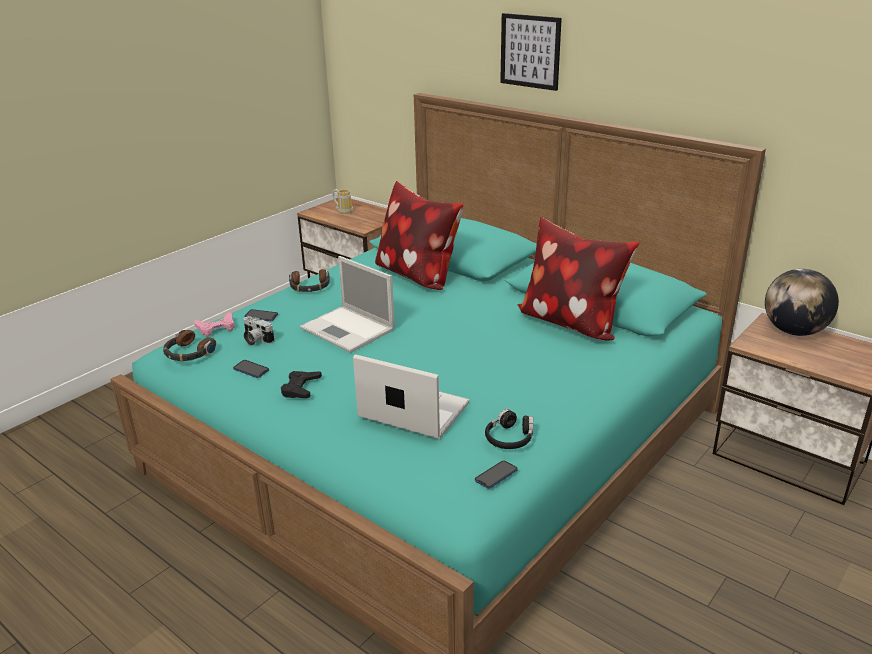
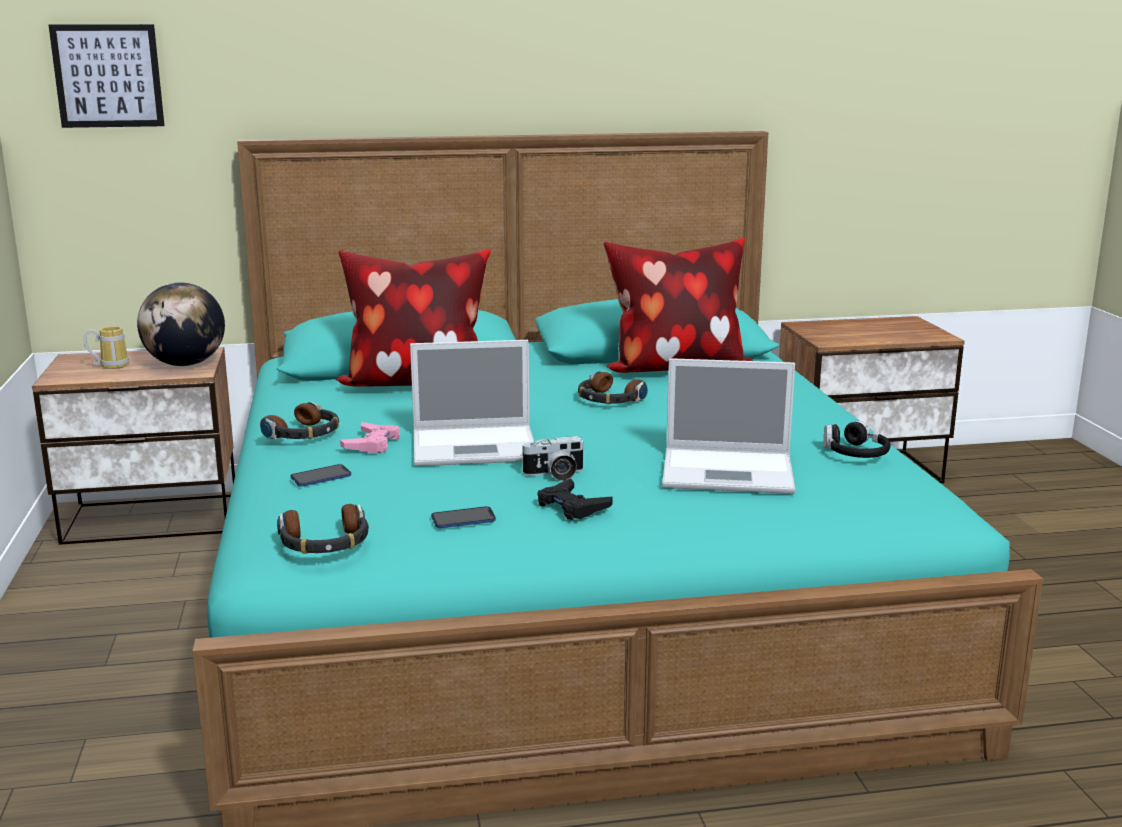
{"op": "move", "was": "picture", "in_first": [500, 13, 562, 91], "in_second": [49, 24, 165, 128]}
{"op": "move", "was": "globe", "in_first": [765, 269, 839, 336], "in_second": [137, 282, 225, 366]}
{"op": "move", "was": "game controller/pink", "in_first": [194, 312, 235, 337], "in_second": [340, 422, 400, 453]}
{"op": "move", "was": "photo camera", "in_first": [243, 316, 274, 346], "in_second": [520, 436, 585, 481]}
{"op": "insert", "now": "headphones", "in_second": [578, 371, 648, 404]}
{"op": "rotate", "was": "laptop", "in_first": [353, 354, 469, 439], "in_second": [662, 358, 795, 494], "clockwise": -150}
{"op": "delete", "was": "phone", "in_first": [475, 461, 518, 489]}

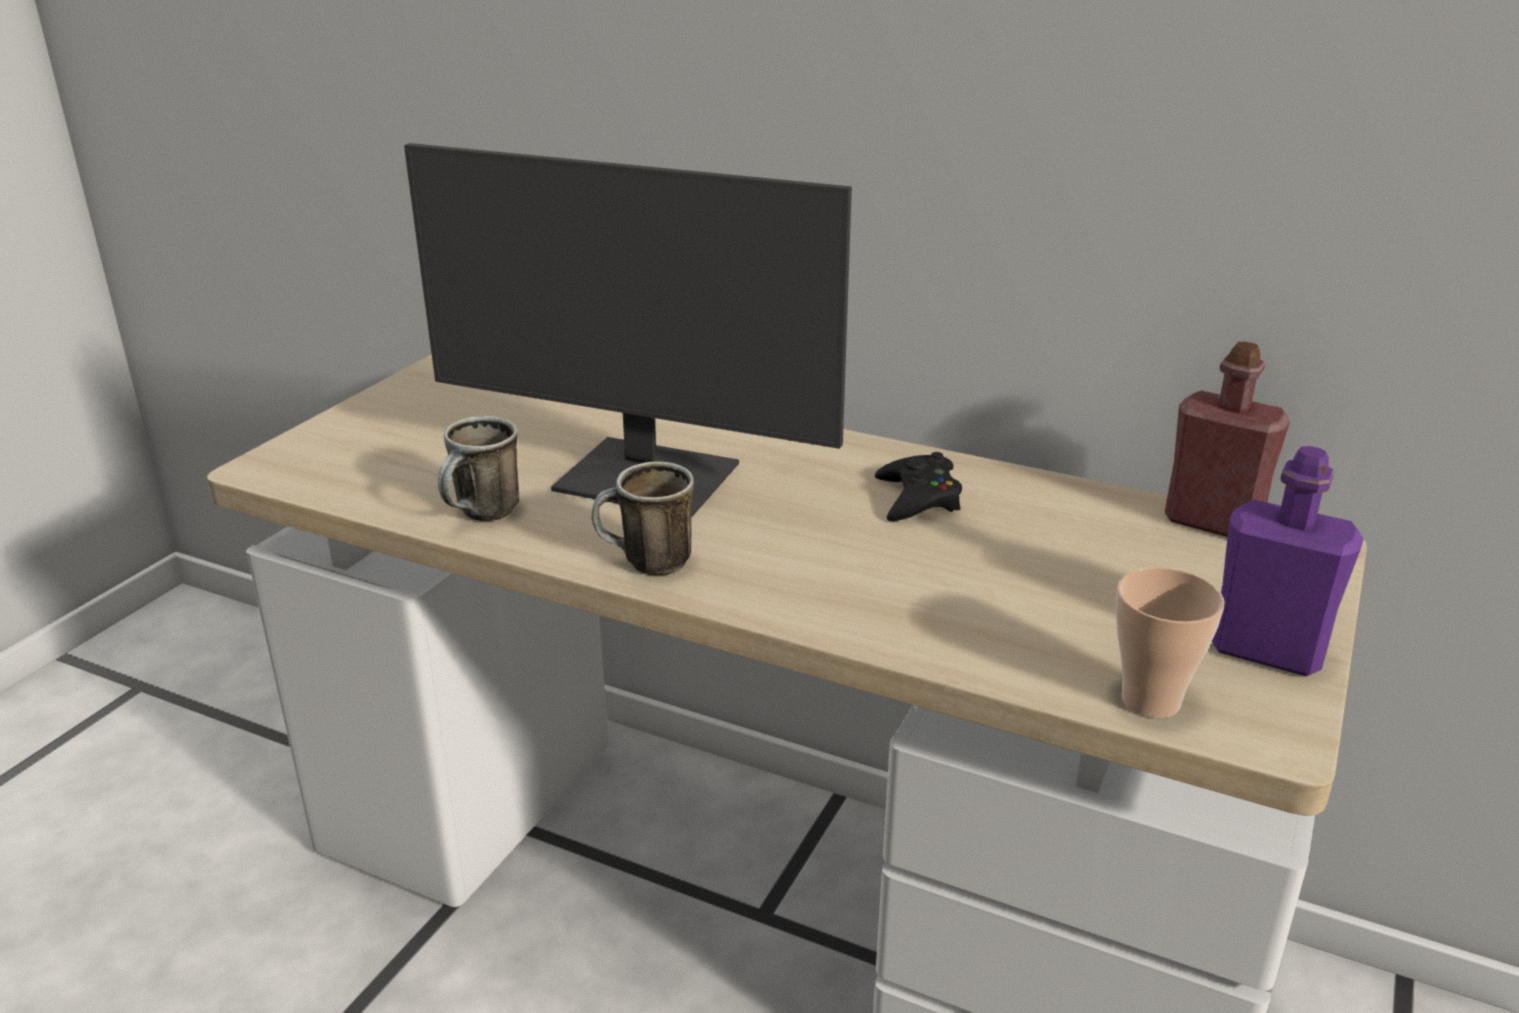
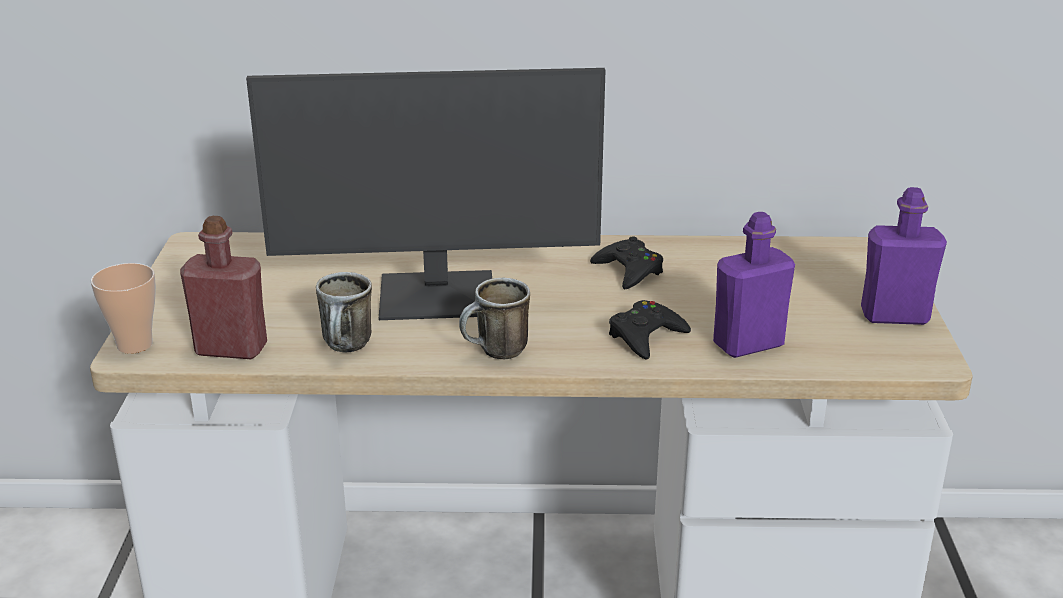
{"op": "move", "was": "cup", "in_first": [1116, 567, 1225, 718], "in_second": [91, 263, 156, 354]}
{"op": "move", "was": "bottle/red", "in_first": [1165, 342, 1290, 537], "in_second": [180, 216, 267, 359]}
{"op": "insert", "now": "game controller/black", "in_second": [609, 300, 691, 360]}
{"op": "insert", "now": "bottle/purple", "in_second": [713, 212, 795, 358]}

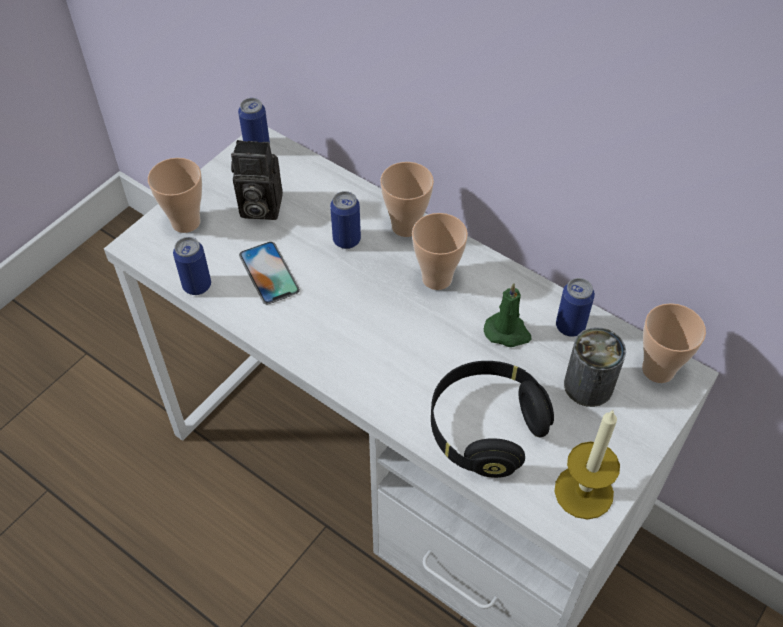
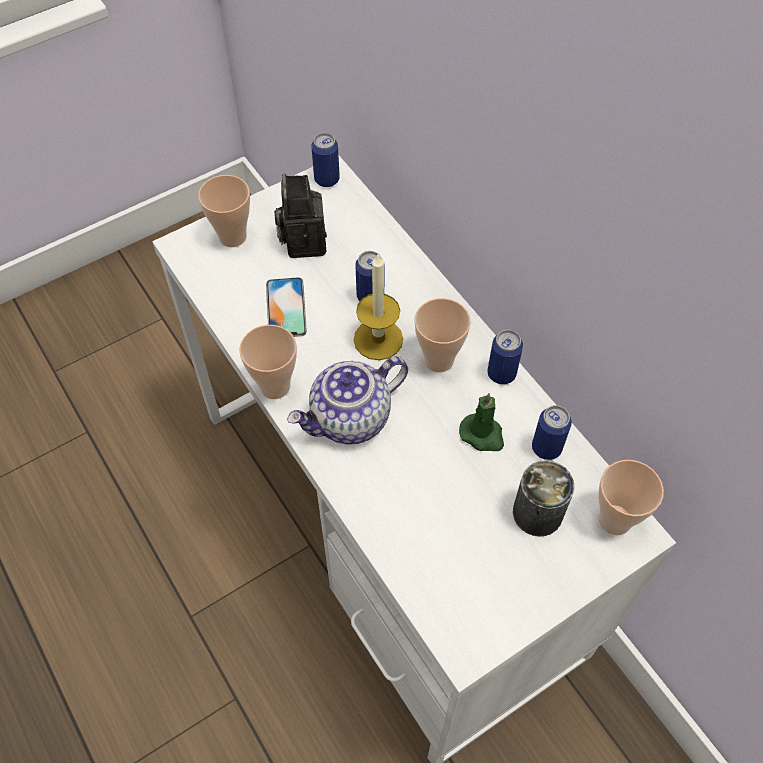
{"op": "move", "was": "cup", "in_first": [380, 162, 434, 237], "in_second": [239, 325, 297, 399]}
{"op": "rotate", "was": "photo camera", "in_first": [231, 140, 283, 220], "in_second": [274, 173, 327, 258], "clockwise": 60}
{"op": "insert", "now": "teapot", "in_second": [287, 357, 408, 444]}
{"op": "move", "was": "candle", "in_first": [555, 410, 620, 520], "in_second": [354, 253, 403, 360]}
{"op": "move", "was": "can", "in_first": [173, 237, 211, 295], "in_second": [488, 330, 523, 384]}
{"op": "delete", "was": "headphones/black", "in_first": [431, 361, 554, 478]}

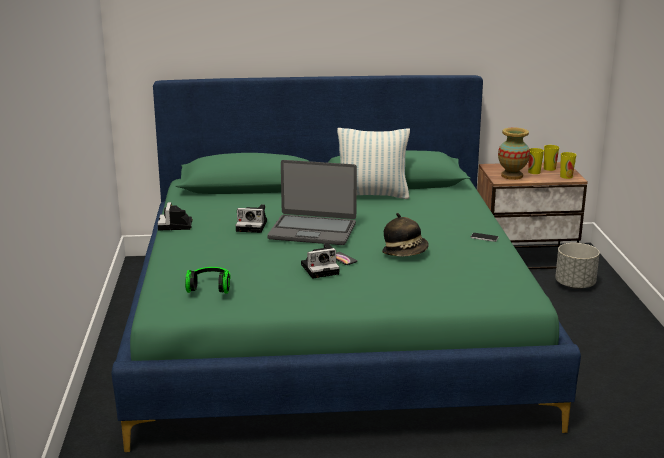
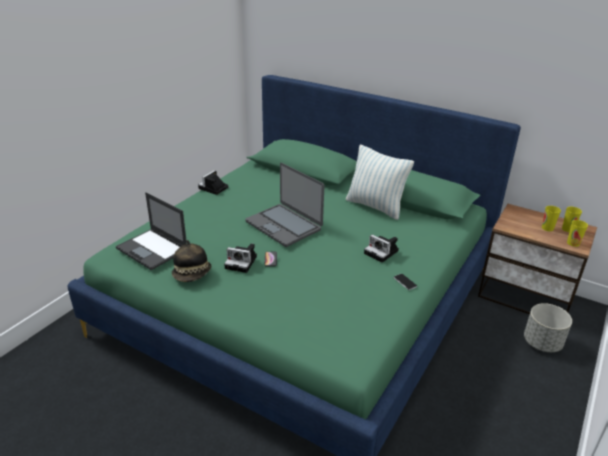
{"op": "replace", "was": "headphones", "now": "laptop", "in_first": [185, 267, 230, 294], "in_second": [116, 192, 187, 270]}
{"op": "move", "was": "hat", "in_first": [382, 213, 429, 257], "in_second": [172, 240, 211, 282]}
{"op": "move", "was": "photo camera", "in_first": [235, 204, 267, 233], "in_second": [364, 235, 399, 263]}
{"op": "delete", "was": "vase", "in_first": [498, 128, 530, 180]}

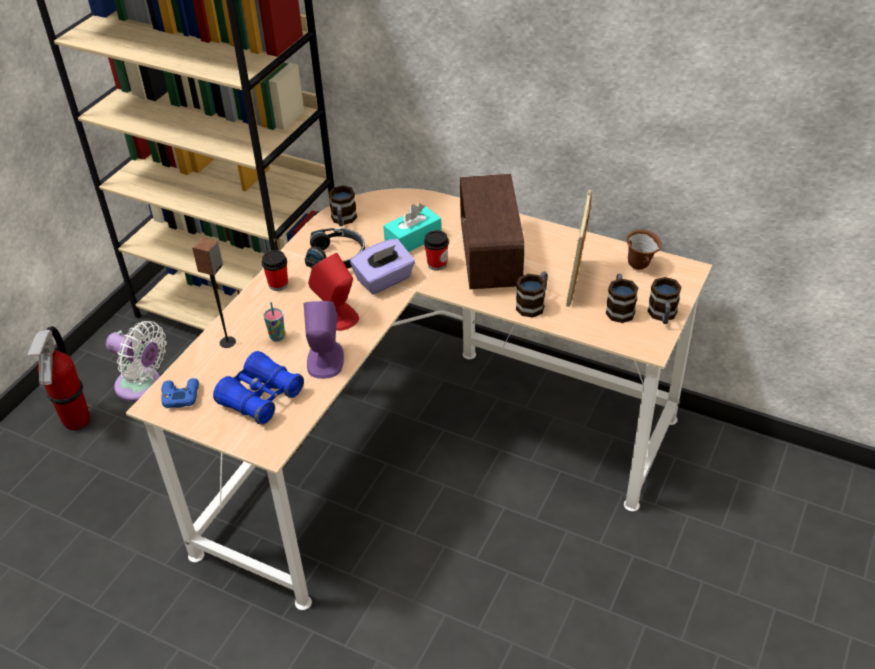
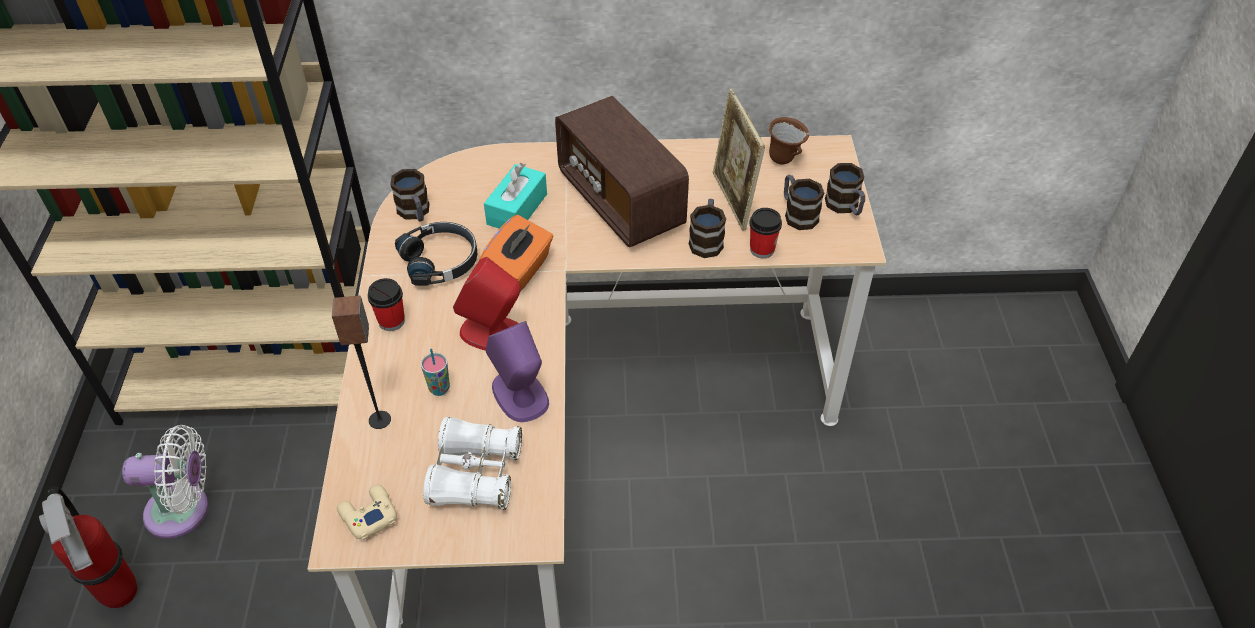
{"op": "recolor", "was": "game controller/blue", "now": "game controller/beige", "in_first": [161, 378, 199, 408], "in_second": [337, 484, 397, 540]}
{"op": "recolor", "was": "binoculars/blue", "now": "binoculars/white", "in_first": [213, 351, 304, 425], "in_second": [423, 417, 522, 510]}
{"op": "recolor", "was": "tissue box/purple", "now": "tissue box/orange", "in_first": [350, 239, 415, 294], "in_second": [479, 215, 554, 292]}
{"op": "move", "was": "cup", "in_first": [424, 230, 449, 271], "in_second": [749, 208, 782, 258]}

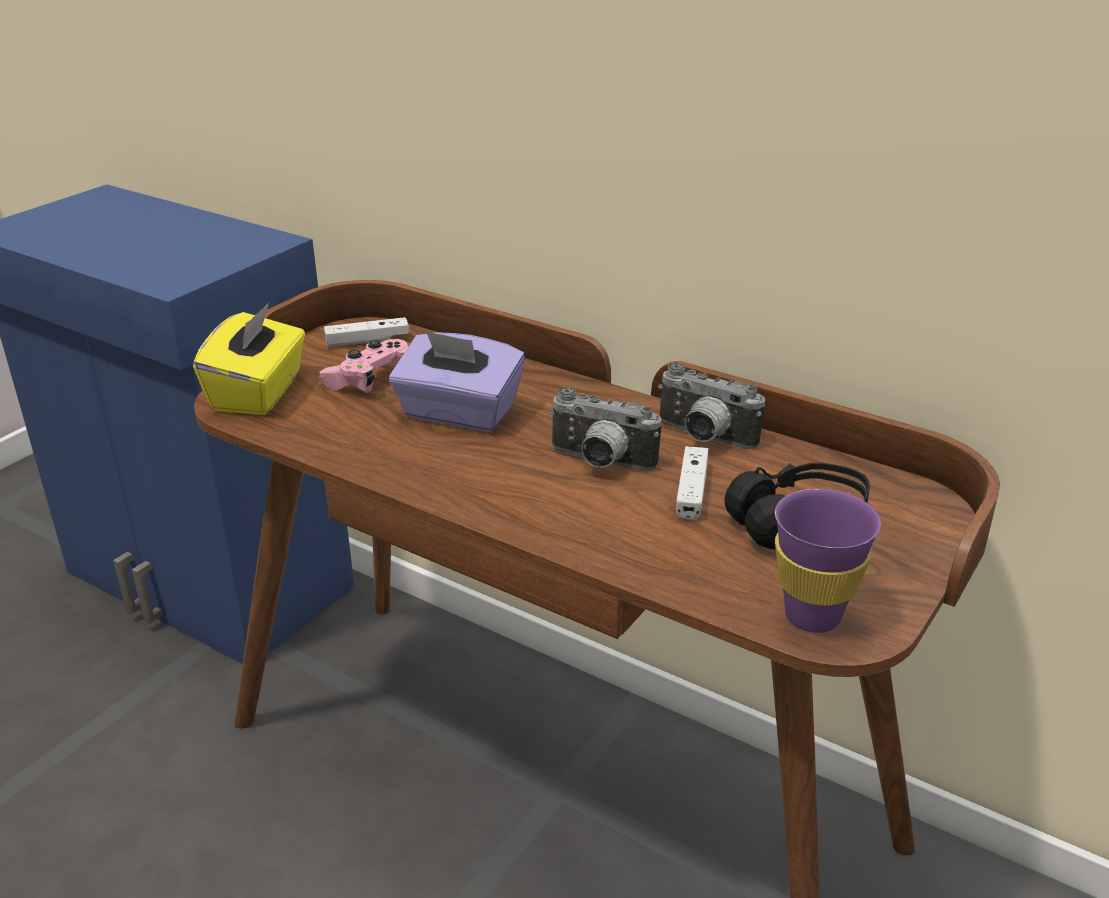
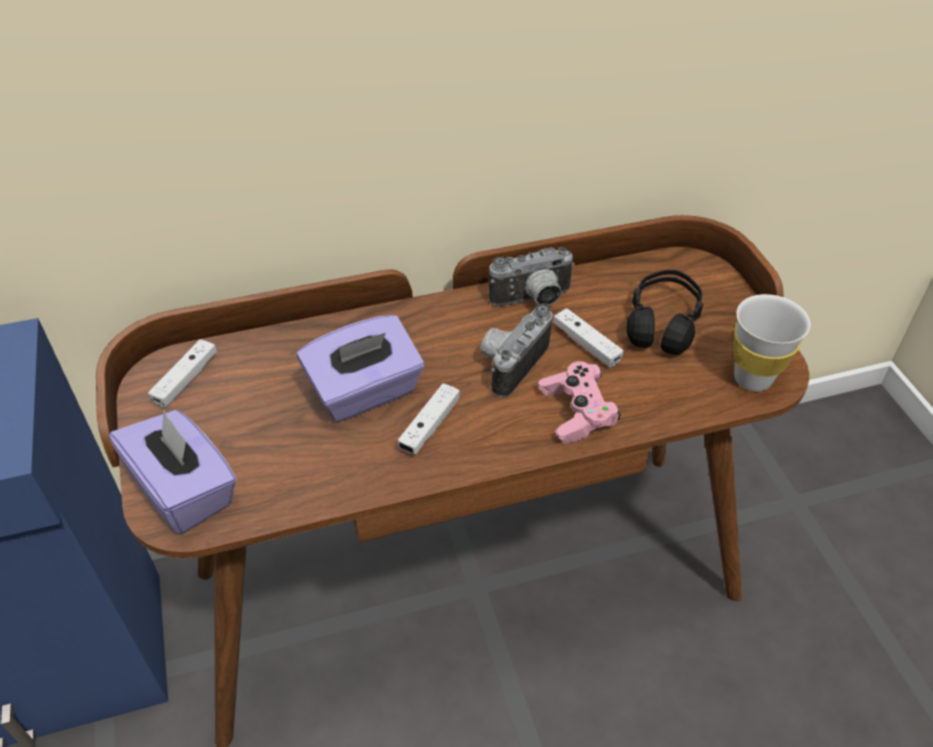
{"op": "recolor", "was": "tissue box/yellow", "now": "tissue box/purple", "in_first": [193, 303, 305, 415], "in_second": [109, 410, 237, 534]}
{"op": "insert", "now": "game controller/white", "in_second": [398, 383, 460, 454]}
{"op": "rotate", "was": "photo camera", "in_first": [549, 387, 662, 471], "in_second": [480, 304, 553, 397], "clockwise": 150}
{"op": "move", "was": "game controller/pink", "in_first": [319, 339, 409, 393], "in_second": [538, 361, 621, 444]}
{"op": "recolor", "was": "cup/purple", "now": "cup/white", "in_first": [775, 489, 881, 633], "in_second": [733, 294, 811, 392]}

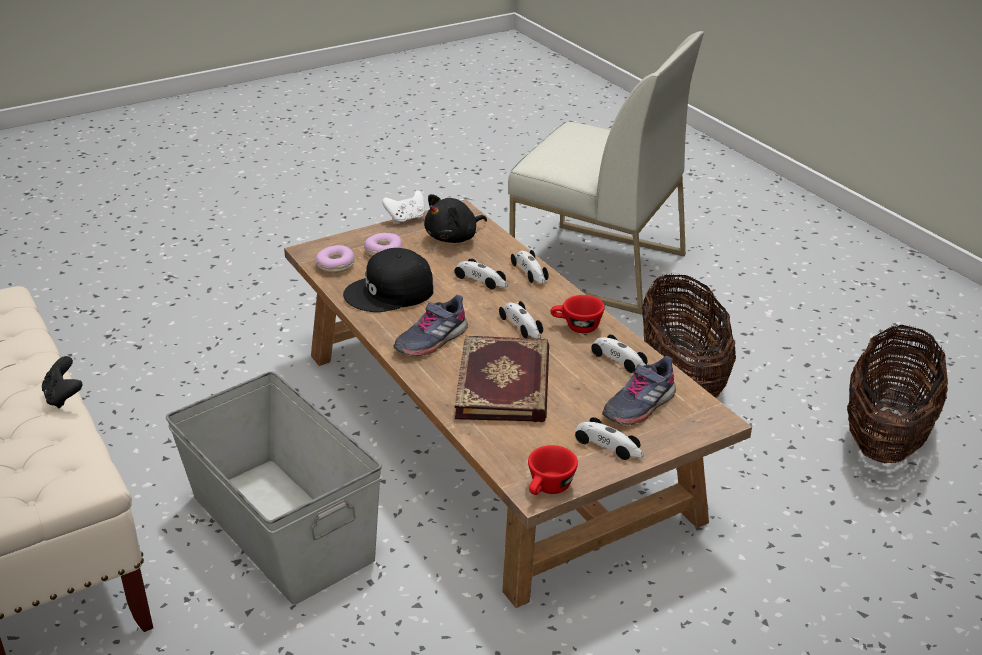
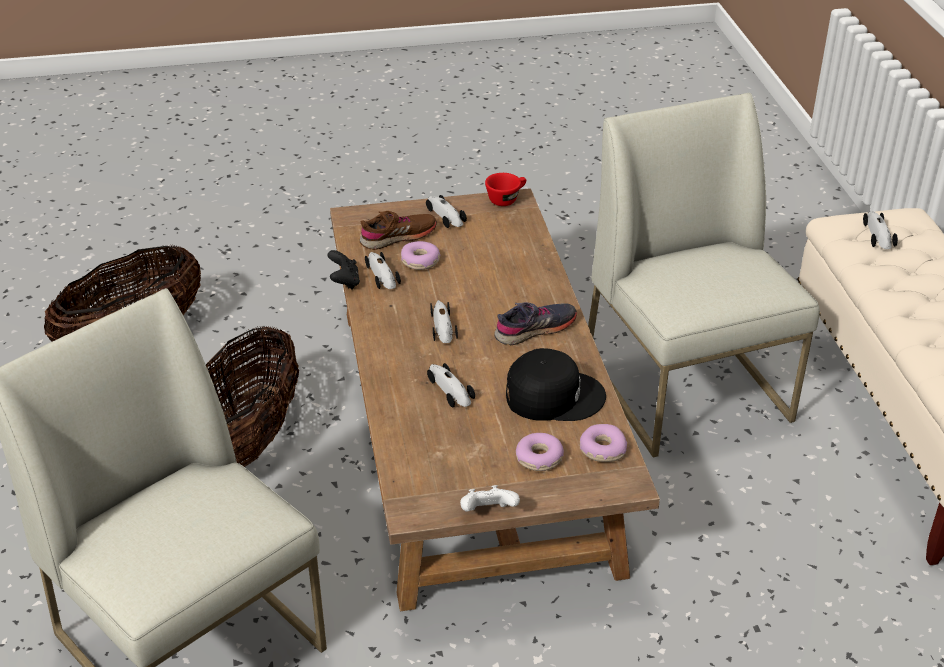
{"op": "move", "was": "game controller/black", "in_first": [42, 356, 82, 408], "in_second": [328, 250, 360, 290]}
{"op": "recolor", "was": "shoe/grey", "now": "shoe/brown", "in_first": [602, 356, 676, 425], "in_second": [360, 211, 437, 250]}
{"op": "insert", "now": "donut", "in_second": [401, 241, 440, 270]}
{"op": "replace", "was": "storage box/grey", "now": "chair/white", "in_first": [166, 371, 382, 605], "in_second": [588, 93, 820, 457]}
{"op": "move", "was": "toy car", "in_first": [511, 250, 548, 284], "in_second": [863, 211, 898, 249]}
{"op": "delete", "was": "plush toy/black", "in_first": [424, 194, 487, 243]}
{"op": "delete", "was": "book", "in_first": [455, 336, 549, 422]}
{"op": "delete", "was": "cup/red", "in_first": [550, 295, 605, 333]}

